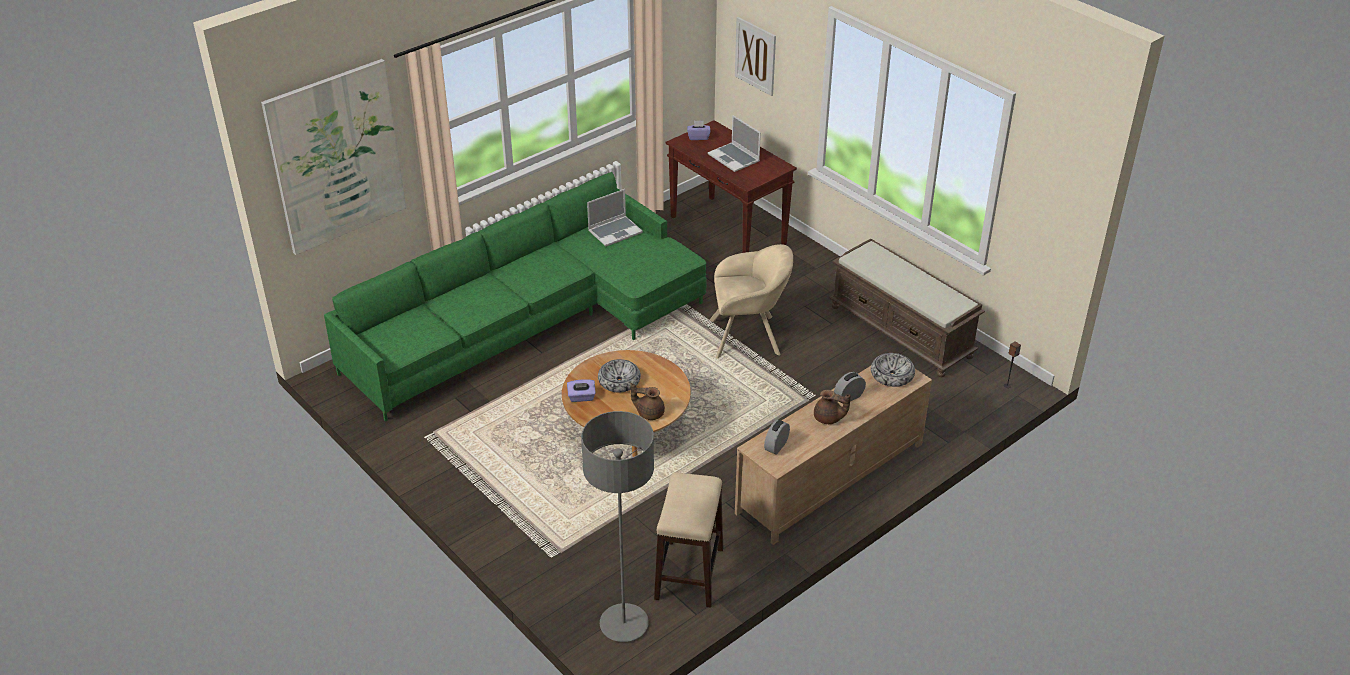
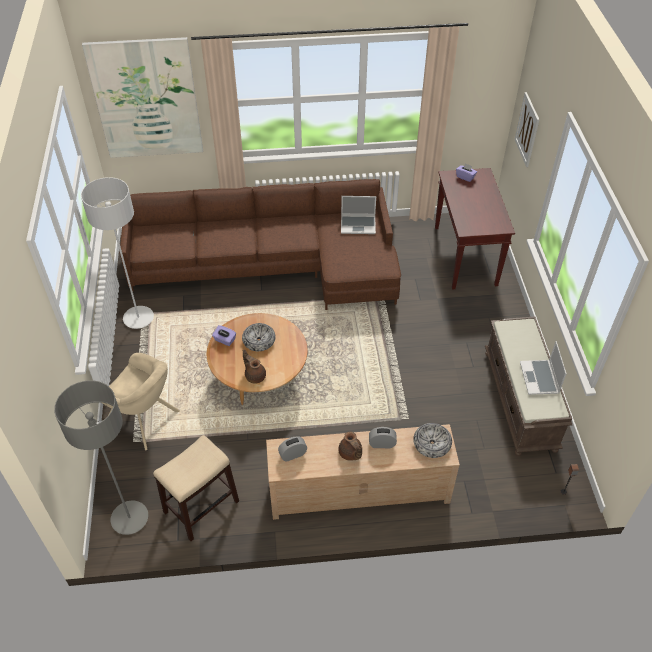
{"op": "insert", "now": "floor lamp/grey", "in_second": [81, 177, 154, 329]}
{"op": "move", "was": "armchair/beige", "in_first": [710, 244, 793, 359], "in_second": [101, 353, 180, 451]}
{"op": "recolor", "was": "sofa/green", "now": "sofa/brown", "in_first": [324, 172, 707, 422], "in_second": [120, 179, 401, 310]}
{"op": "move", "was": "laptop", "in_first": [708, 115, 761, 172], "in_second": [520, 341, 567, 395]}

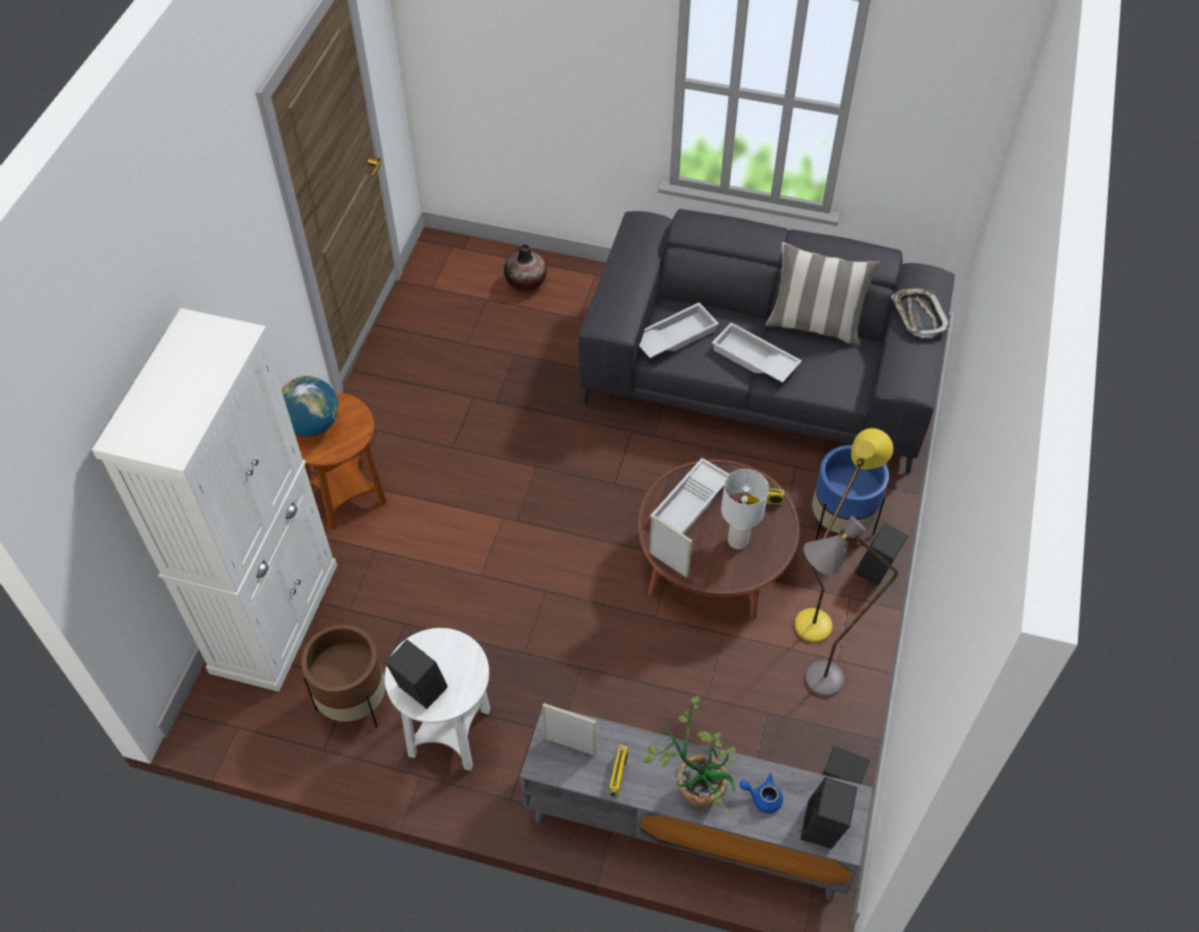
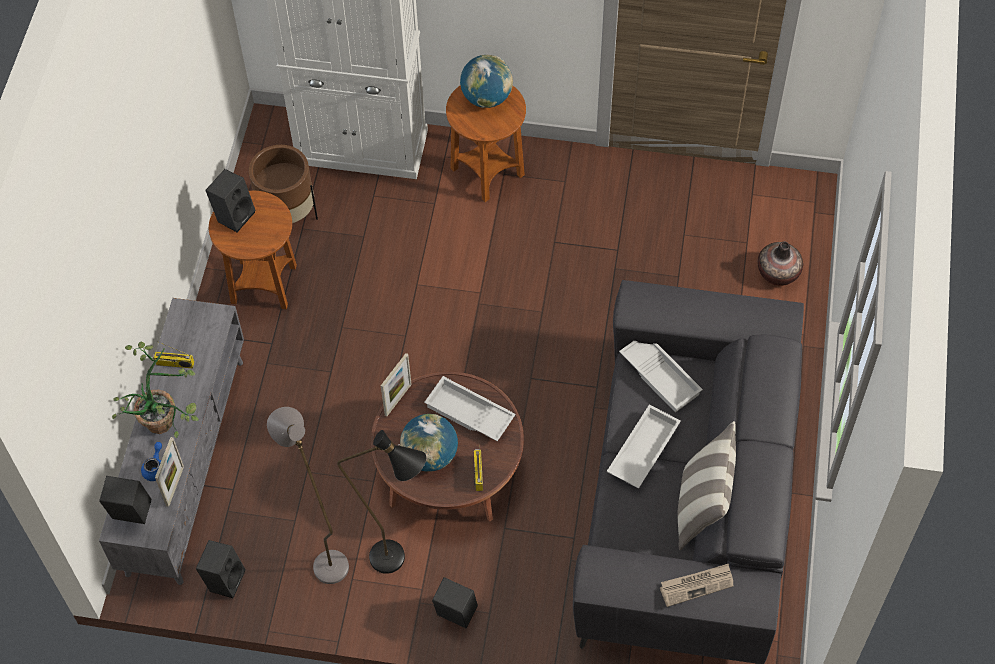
{"op": "move", "was": "picture frame", "in_first": [542, 703, 596, 756], "in_second": [155, 437, 184, 507]}
{"op": "recolor", "was": "side table/white", "now": "side table/brown", "in_first": [385, 628, 490, 771], "in_second": [209, 191, 297, 309]}
{"op": "recolor", "was": "floor lamp/yellow", "now": "floor lamp/black", "in_first": [795, 428, 893, 643], "in_second": [337, 430, 426, 574]}
{"op": "replace", "was": "table lamp/white", "now": "globe", "in_first": [721, 469, 769, 549], "in_second": [400, 414, 458, 472]}
{"op": "replace", "was": "tray", "now": "newspaper", "in_first": [891, 288, 951, 338], "in_second": [660, 564, 734, 607]}
{"op": "delete", "was": "planter/blue", "in_first": [812, 445, 889, 541]}

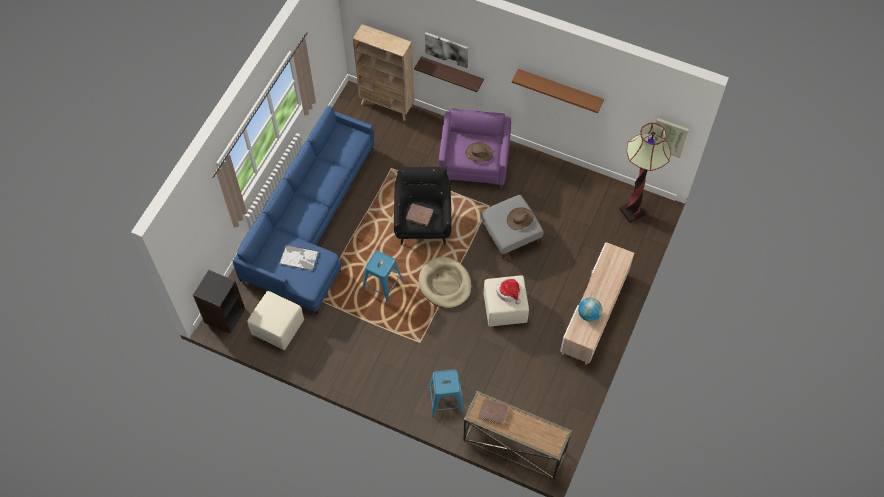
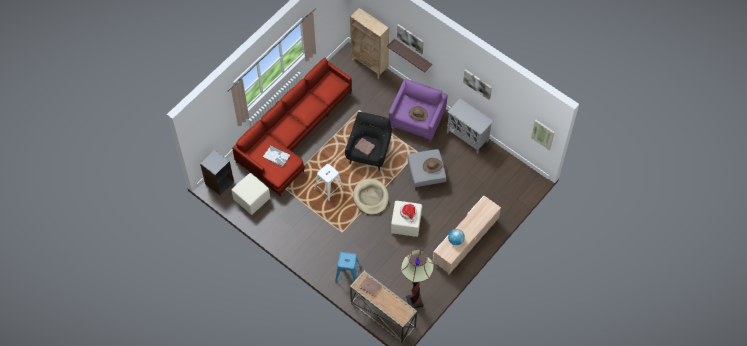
{"op": "recolor", "was": "sofa/blue", "now": "sofa/red", "in_first": [233, 106, 374, 313], "in_second": [232, 58, 352, 196]}
{"op": "recolor", "was": "stool/blue", "now": "stool/white", "in_first": [362, 251, 403, 303], "in_second": [314, 164, 344, 201]}
{"op": "move", "was": "floor lamp", "in_first": [619, 123, 671, 223], "in_second": [401, 249, 434, 309]}
{"op": "insert", "now": "cabinet/grey", "in_second": [447, 98, 493, 154]}
{"op": "replace", "was": "shelf/brown", "now": "picture", "in_first": [512, 69, 604, 113], "in_second": [463, 69, 492, 100]}

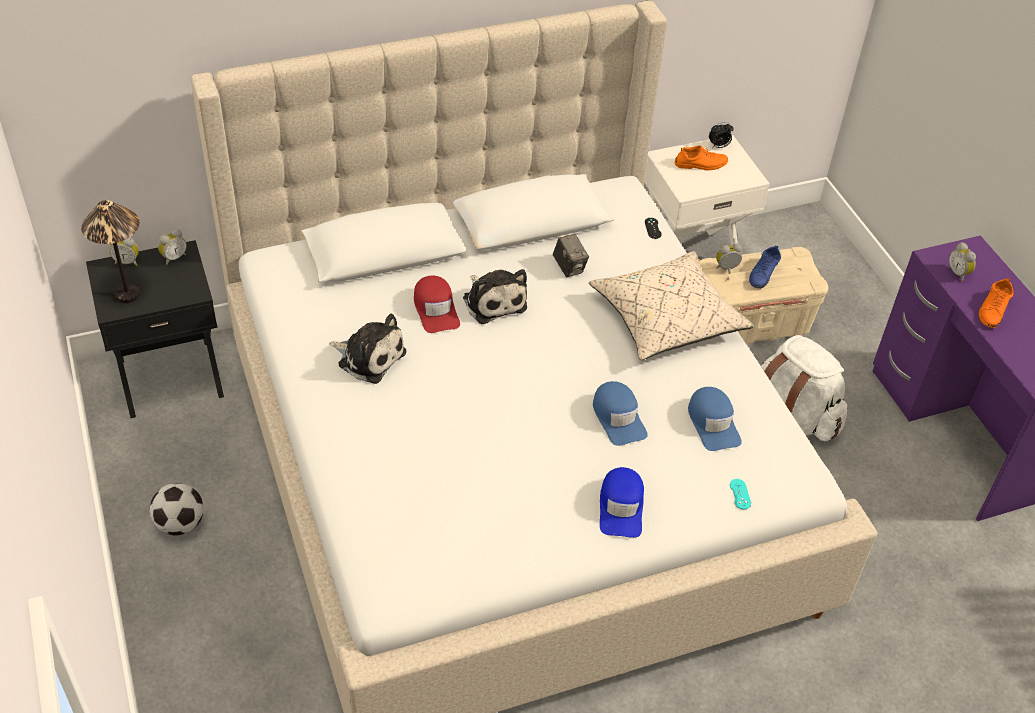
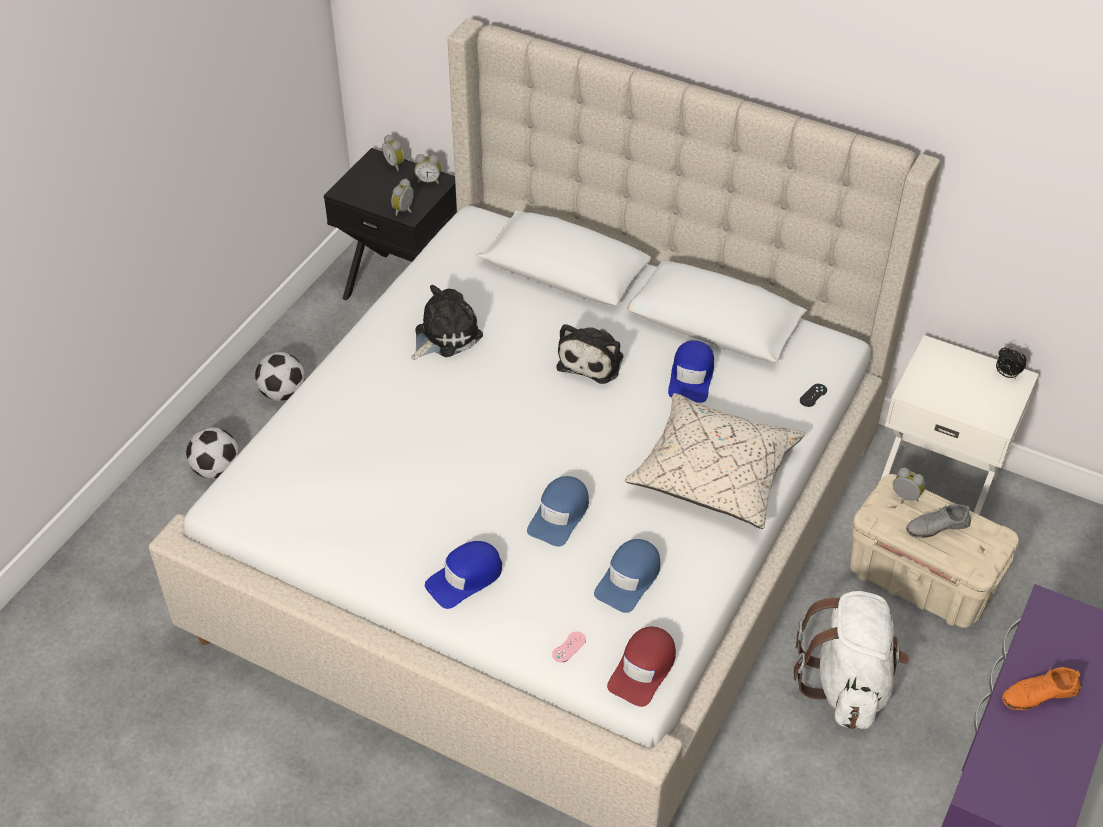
{"op": "insert", "now": "football", "in_second": [186, 427, 239, 479]}
{"op": "move", "was": "alarm clock", "in_first": [949, 242, 976, 282], "in_second": [391, 179, 414, 216]}
{"op": "rotate", "was": "plush toy", "in_first": [328, 313, 406, 384], "in_second": [412, 285, 483, 360], "clockwise": -120}
{"op": "recolor", "was": "game controller/turquoise", "now": "game controller/pink", "in_first": [730, 479, 751, 510], "in_second": [552, 631, 586, 662]}
{"op": "move", "was": "cap/red", "in_first": [414, 276, 460, 333], "in_second": [607, 627, 676, 707]}
{"op": "replace", "was": "photo camera", "now": "cap/blue", "in_first": [553, 234, 589, 277], "in_second": [668, 340, 714, 403]}
{"op": "recolor", "was": "shoe/blue", "now": "shoe/grey", "in_first": [749, 245, 781, 289], "in_second": [906, 504, 971, 538]}
{"op": "delete", "was": "table lamp", "in_first": [81, 200, 139, 303]}
{"op": "delete", "was": "shoe/orange", "in_first": [674, 145, 728, 171]}

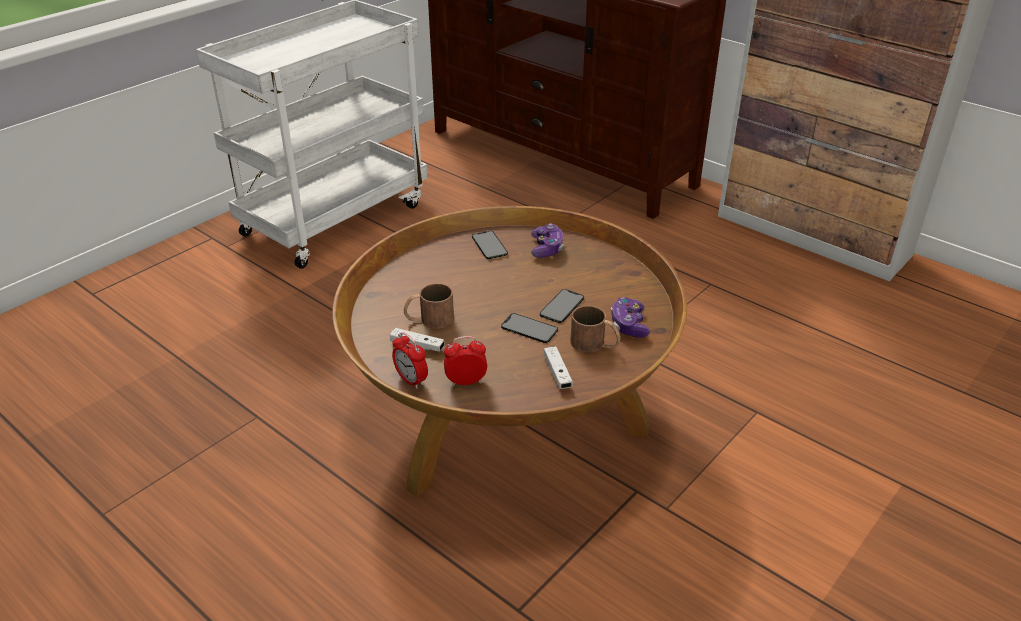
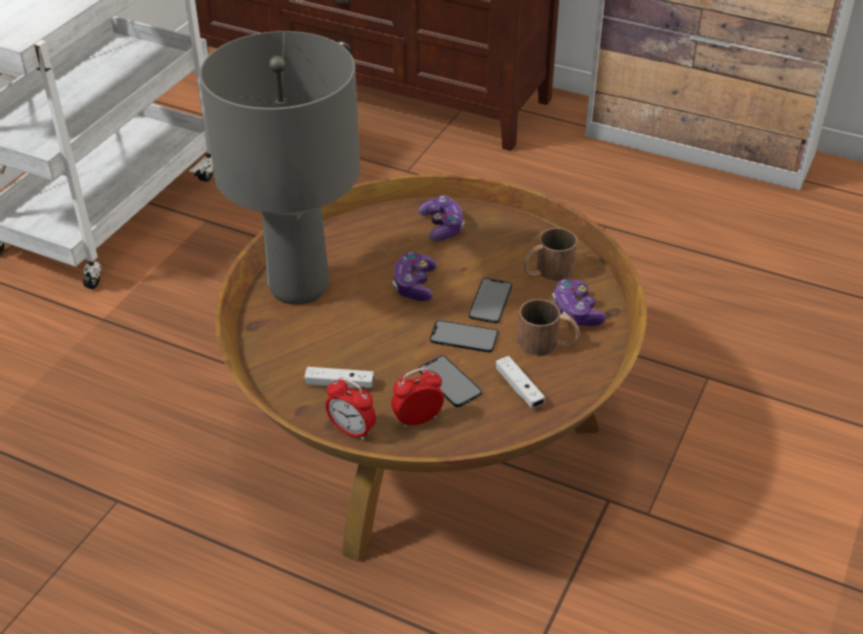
{"op": "insert", "now": "table lamp/grey", "in_second": [199, 31, 360, 305]}
{"op": "insert", "now": "game controller", "in_second": [392, 252, 437, 301]}
{"op": "move", "was": "phone", "in_first": [472, 231, 508, 259], "in_second": [418, 356, 482, 407]}
{"op": "move", "was": "mug/brown", "in_first": [404, 283, 454, 329], "in_second": [523, 228, 577, 281]}

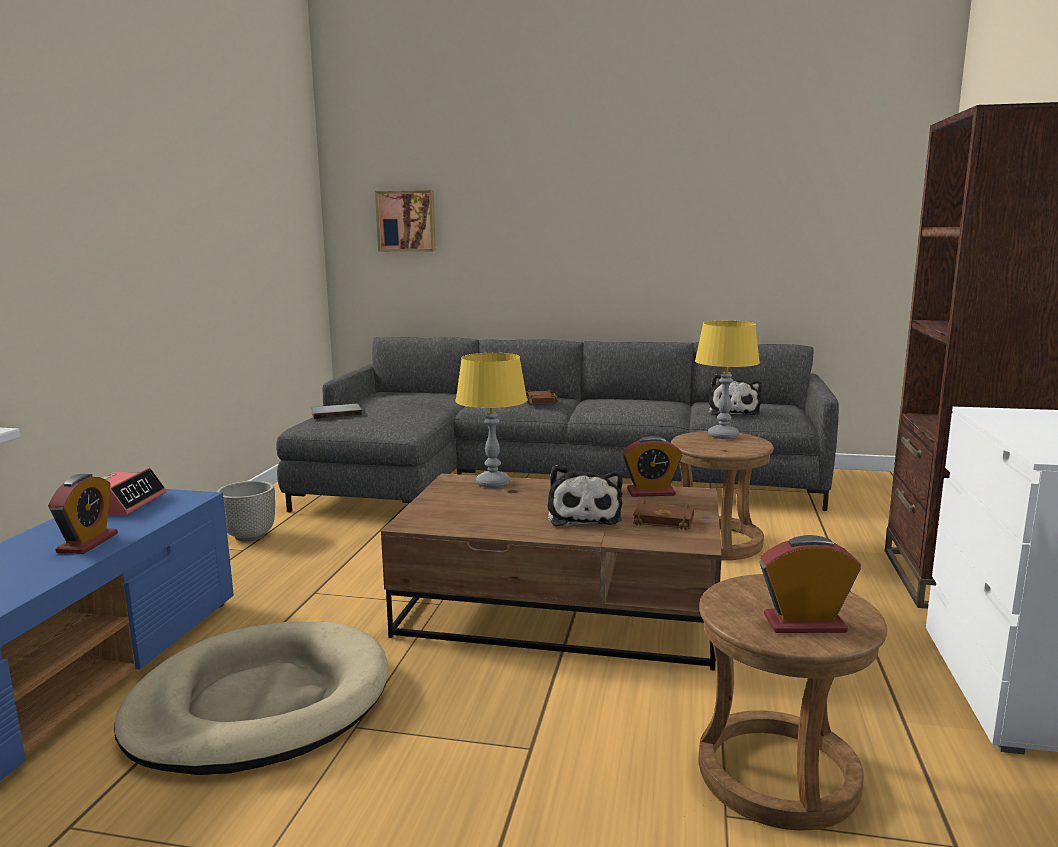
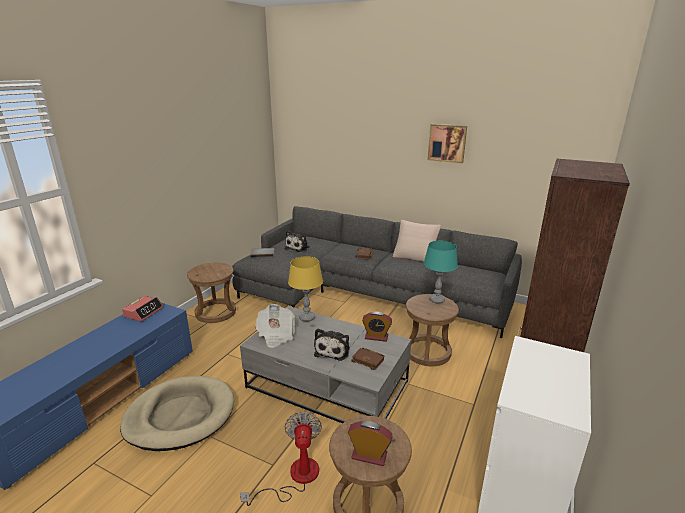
{"op": "replace", "was": "planter/grey", "now": "stool/brown", "in_first": [217, 481, 275, 542], "in_second": [187, 262, 236, 323]}
{"op": "recolor", "was": "coffee table/brown", "now": "coffee table/grey", "in_first": [381, 473, 722, 671], "in_second": [240, 306, 411, 423]}
{"op": "insert", "now": "fan", "in_second": [240, 412, 322, 506]}
{"op": "insert", "now": "newspaper", "in_second": [255, 304, 295, 348]}
{"op": "move", "was": "plush toy", "in_first": [709, 374, 762, 415], "in_second": [285, 231, 310, 252]}
{"op": "insert", "now": "pillow/beige", "in_second": [393, 220, 441, 262]}
{"op": "recolor", "was": "table lamp/yellow", "now": "table lamp/turquoise", "in_first": [695, 321, 760, 439], "in_second": [424, 241, 458, 304]}
{"op": "move", "was": "picture", "in_first": [375, 190, 436, 252], "in_second": [428, 124, 467, 163]}
{"op": "delete", "was": "alarm clock", "in_first": [48, 474, 118, 554]}

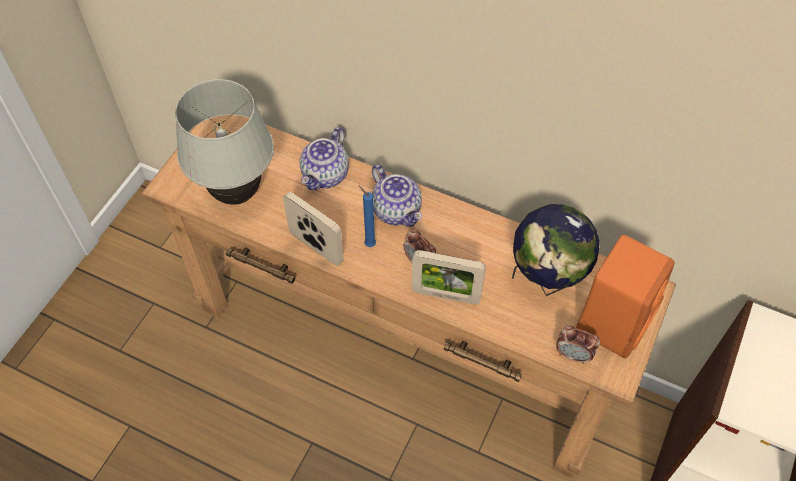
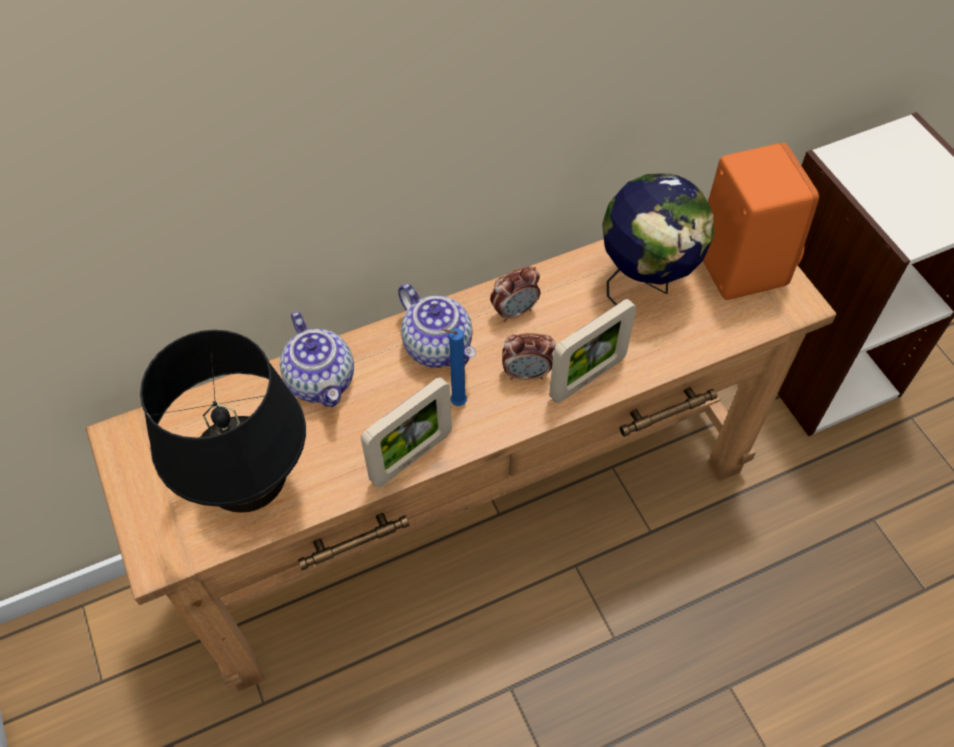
{"op": "recolor", "was": "table lamp/white", "now": "table lamp/black", "in_first": [175, 79, 274, 205], "in_second": [140, 330, 306, 513]}
{"op": "rotate", "was": "picture frame", "in_first": [283, 192, 344, 266], "in_second": [361, 377, 452, 487], "clockwise": 150}
{"op": "rotate", "was": "teapot", "in_first": [372, 164, 422, 227], "in_second": [398, 284, 476, 368], "clockwise": 45}
{"op": "move", "was": "alarm clock", "in_first": [556, 326, 600, 364], "in_second": [490, 266, 540, 322]}

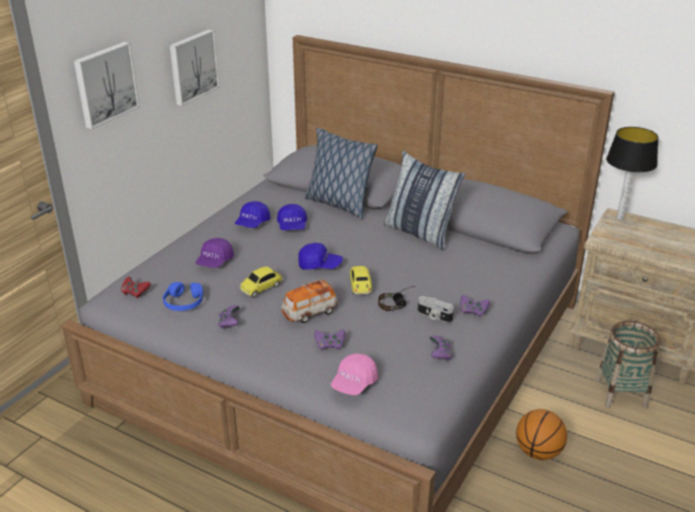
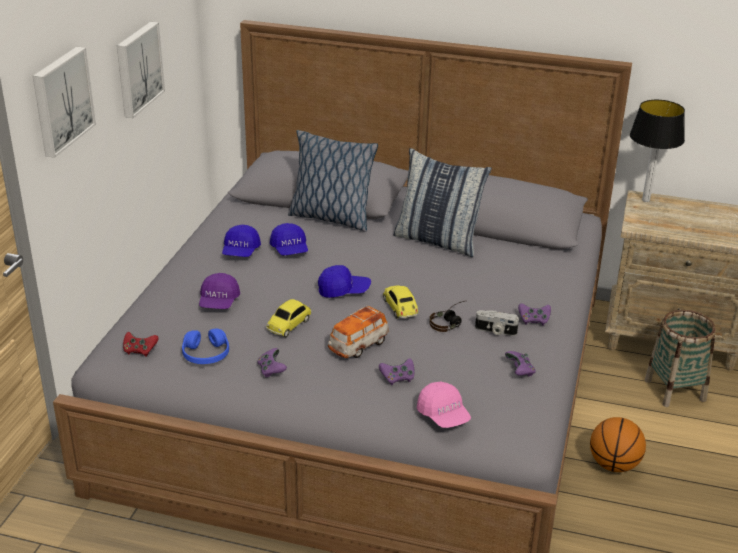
{"op": "rotate", "was": "cap/pink", "in_first": [331, 353, 378, 395], "in_second": [417, 382, 471, 428], "clockwise": -45}

